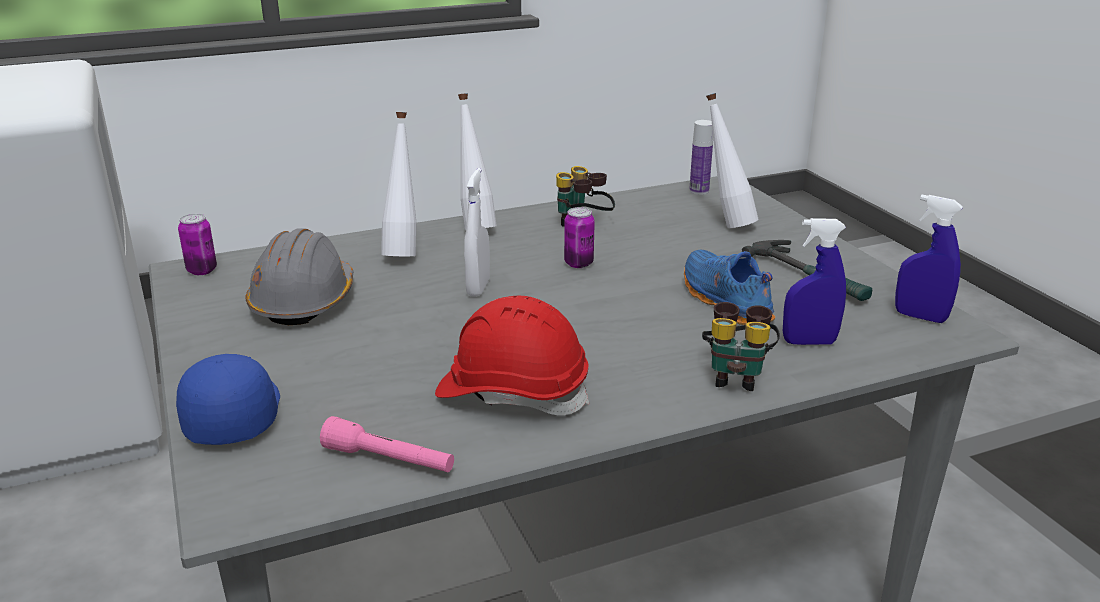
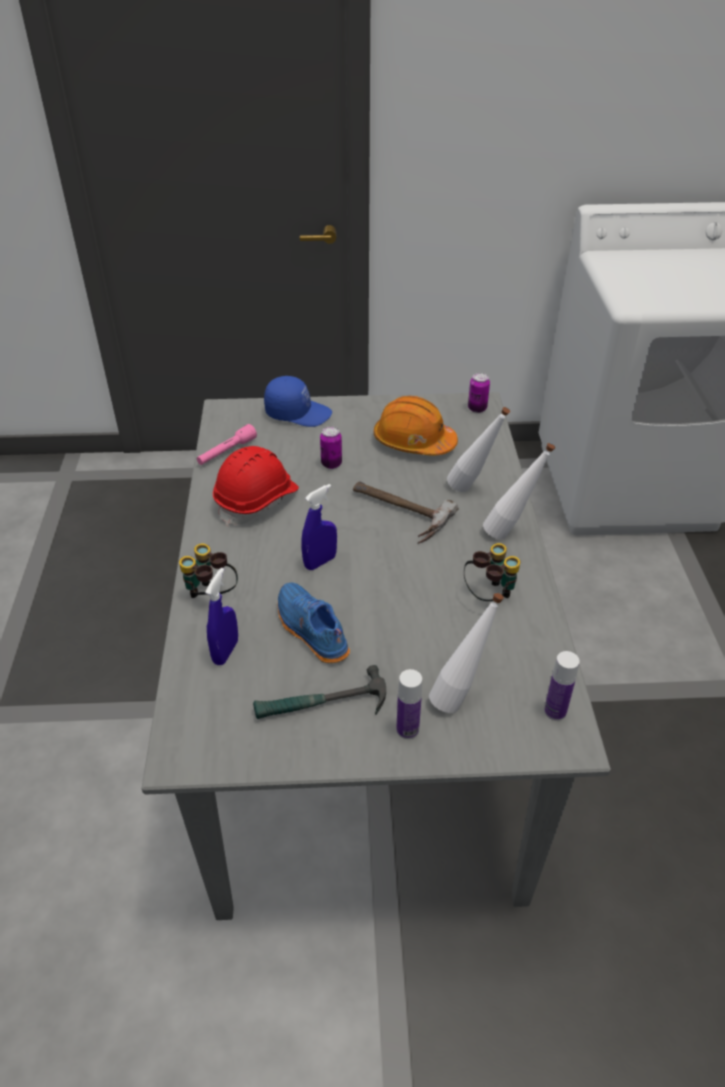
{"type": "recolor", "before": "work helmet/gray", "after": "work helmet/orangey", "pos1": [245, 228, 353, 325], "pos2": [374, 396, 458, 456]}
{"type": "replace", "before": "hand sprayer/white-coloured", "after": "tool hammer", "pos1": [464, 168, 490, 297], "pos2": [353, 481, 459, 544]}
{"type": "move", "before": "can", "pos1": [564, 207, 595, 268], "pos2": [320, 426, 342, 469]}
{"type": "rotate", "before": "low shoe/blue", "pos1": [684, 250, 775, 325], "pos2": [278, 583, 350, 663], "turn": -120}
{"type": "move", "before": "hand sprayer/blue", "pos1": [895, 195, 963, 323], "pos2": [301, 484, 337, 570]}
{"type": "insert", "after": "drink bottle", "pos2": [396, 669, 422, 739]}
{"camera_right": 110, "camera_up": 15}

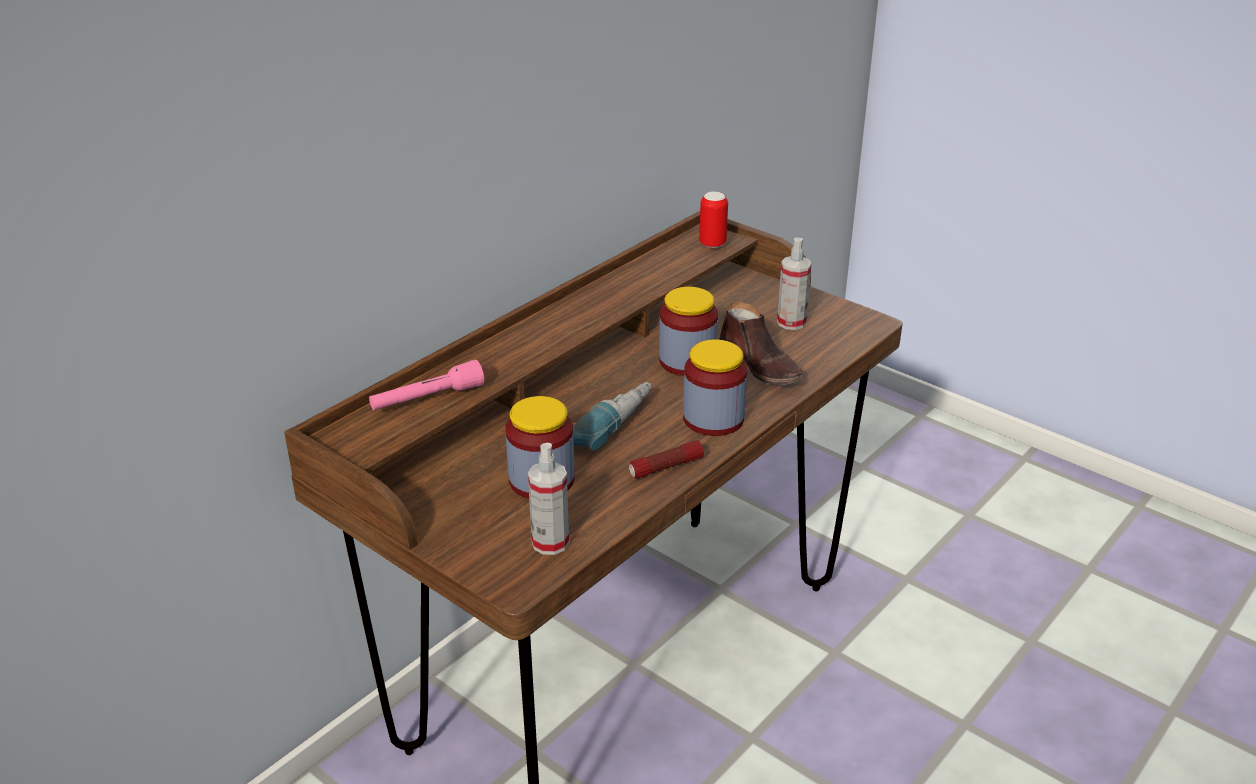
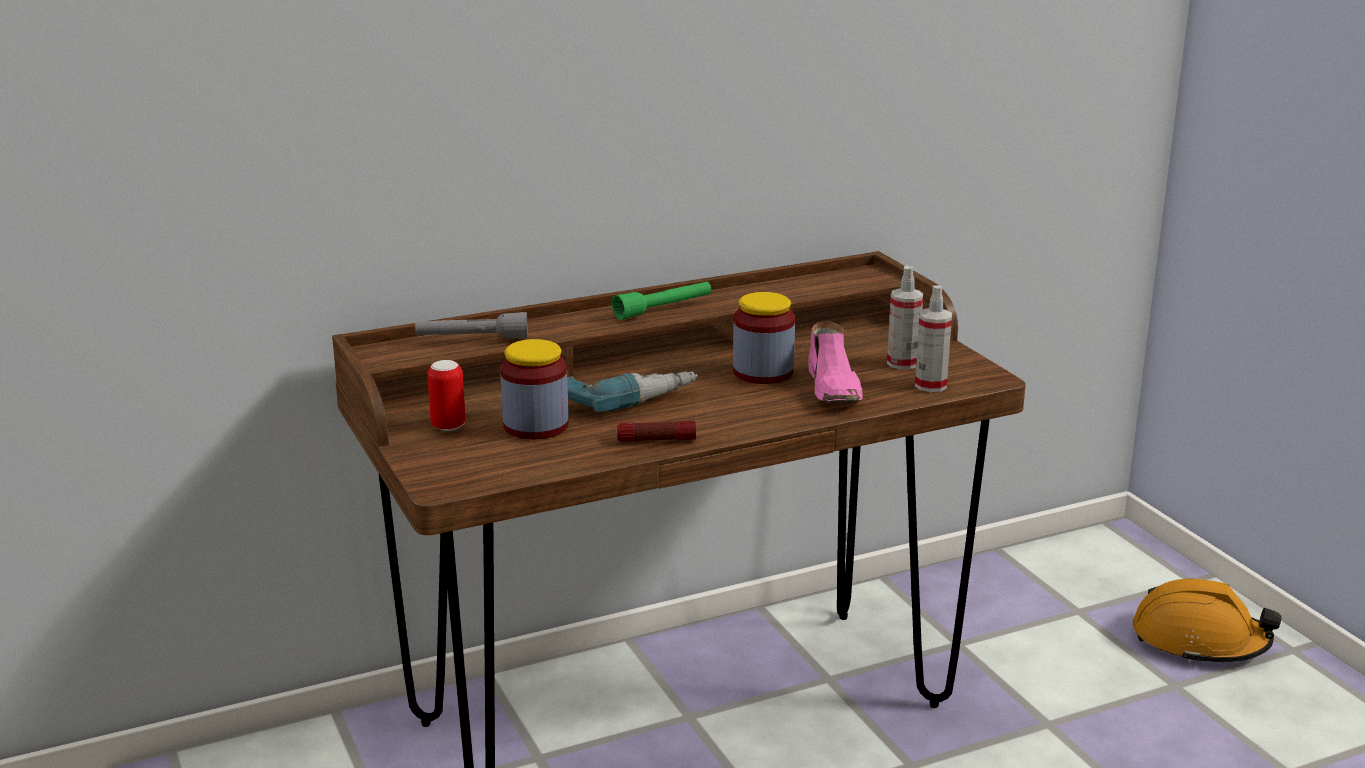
{"type": "recolor", "before": "torch/pinkish", "after": "torch/gray", "pos1": [369, 360, 484, 410], "pos2": [415, 312, 528, 338]}
{"type": "move", "before": "hand sprayer", "pos1": [528, 443, 569, 555], "pos2": [915, 286, 952, 392]}
{"type": "delete", "before": "storage jar", "pos1": [683, 340, 747, 436]}
{"type": "move", "before": "can", "pos1": [699, 191, 728, 248], "pos2": [427, 360, 466, 431]}
{"type": "recolor", "before": "low shoe/brown-coloured", "after": "low shoe/pinkish", "pos1": [719, 302, 804, 385], "pos2": [809, 321, 863, 403]}
{"type": "insert", "after": "torch/greenish", "pos2": [612, 282, 711, 320]}
{"type": "insert", "after": "work helmet/orangey", "pos2": [1133, 579, 1282, 664]}
{"camera_right": 25, "camera_up": -10}

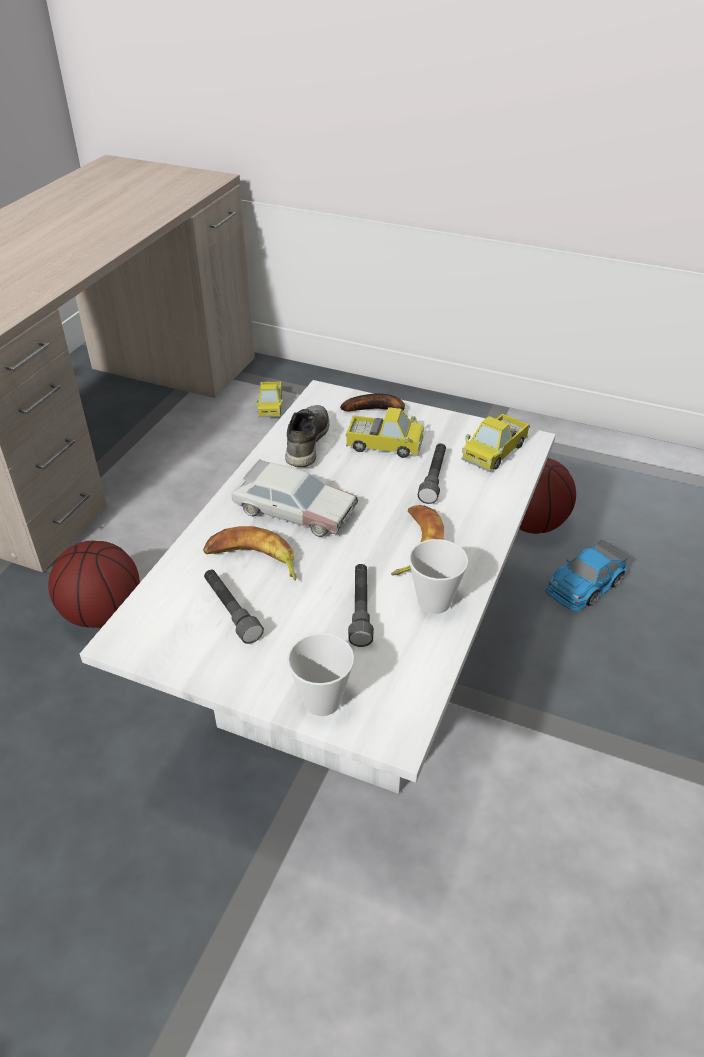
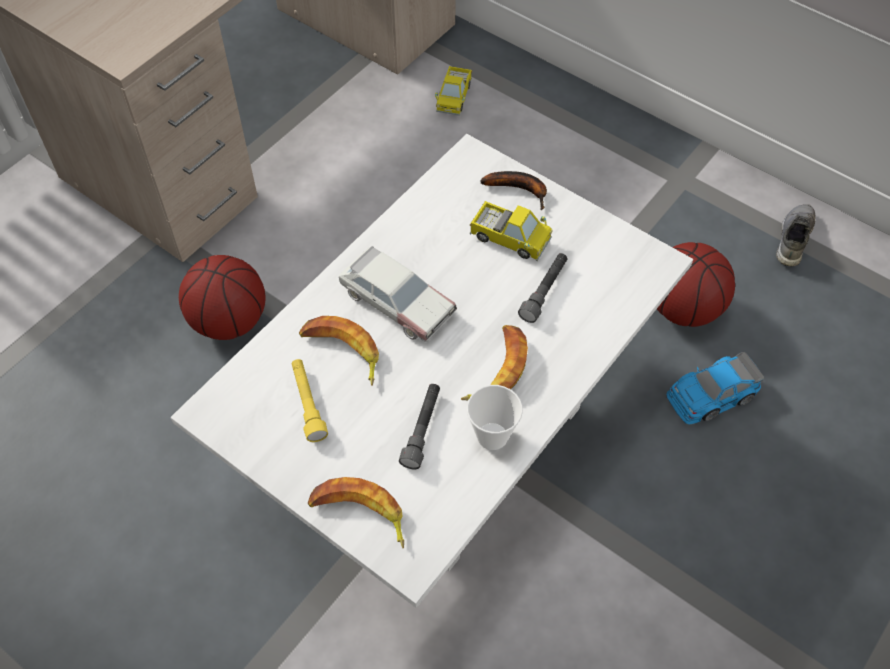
{"type": "recolor", "before": "torch/gray", "after": "torch/yellow-coloured", "pos1": [204, 570, 264, 644], "pos2": [292, 359, 328, 442]}
{"type": "move", "before": "low shoe/gray", "pos1": [285, 405, 329, 467], "pos2": [776, 204, 816, 266]}
{"type": "replace", "before": "drinking cup", "after": "banana", "pos1": [287, 633, 354, 716], "pos2": [307, 477, 404, 548]}
{"type": "delete", "before": "toy truck", "pos1": [461, 414, 530, 472]}
{"camera_right": 15, "camera_up": 15}

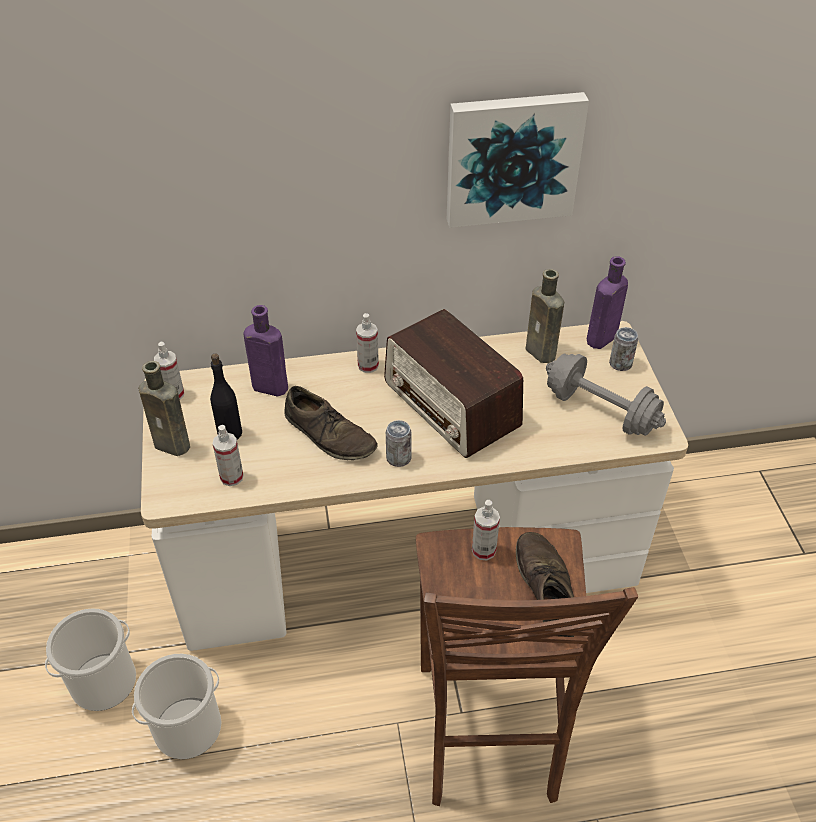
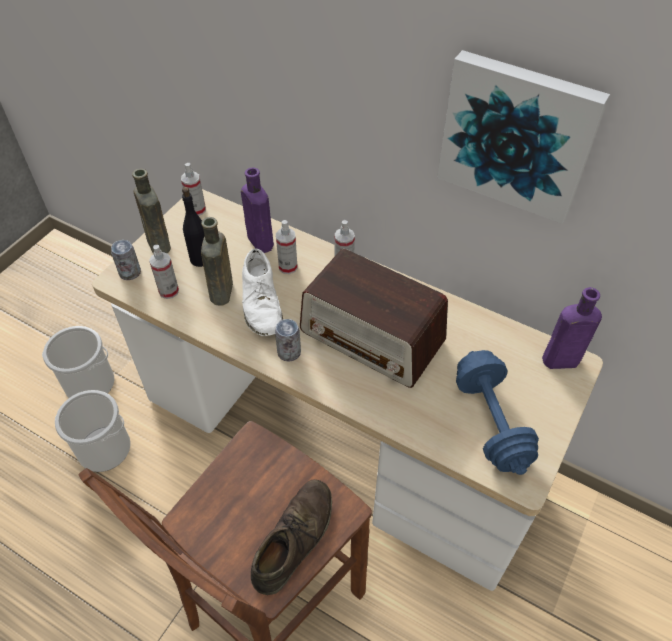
{"type": "recolor", "before": "low shoe/brown-coloured", "after": "low shoe/white-coloured", "pos1": [284, 386, 378, 460], "pos2": [242, 248, 283, 336]}
{"type": "rotate", "before": "radio set", "pos1": [384, 309, 523, 458], "pos2": [300, 248, 448, 388], "turn": -60}
{"type": "move", "before": "hand sprayer", "pos1": [472, 500, 500, 560], "pos2": [276, 220, 298, 274]}
{"type": "move", "before": "drink bottle/brown-coloured", "pos1": [526, 269, 564, 363], "pos2": [201, 217, 233, 306]}
{"type": "recolor", "before": "hand weight/gray", "after": "hand weight/blue", "pos1": [546, 354, 666, 436], "pos2": [456, 350, 539, 475]}
{"type": "move", "before": "can", "pos1": [609, 327, 638, 371], "pos2": [111, 240, 141, 280]}
{"camera_right": 40, "camera_up": 5}

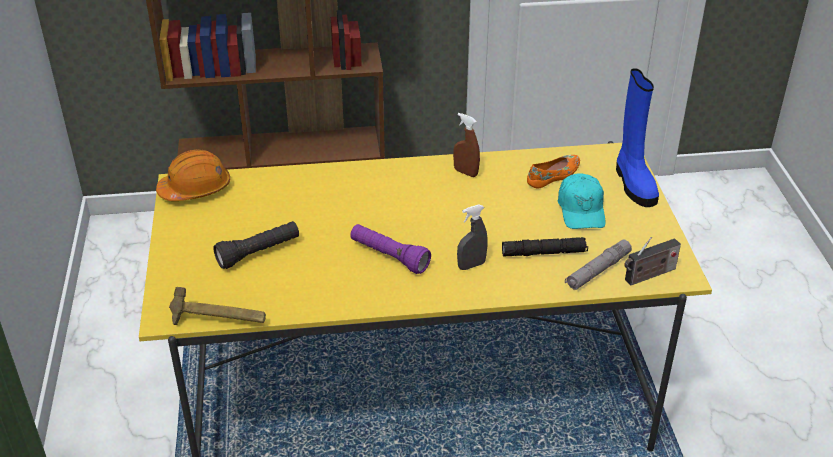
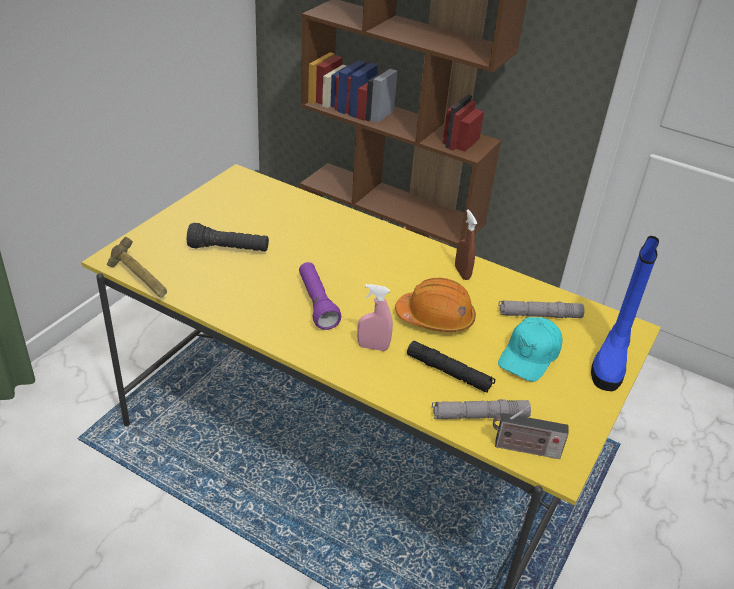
{"type": "move", "before": "work helmet/orangey", "pos1": [156, 150, 230, 201], "pos2": [395, 278, 476, 332]}
{"type": "recolor", "before": "hand sprayer/gray", "after": "hand sprayer/pinkish", "pos1": [457, 204, 488, 270], "pos2": [357, 284, 393, 351]}
{"type": "replace", "before": "low shoe/orangey", "after": "torch/gray", "pos1": [527, 155, 580, 189], "pos2": [498, 300, 585, 318]}
{"camera_right": 35, "camera_up": 0}

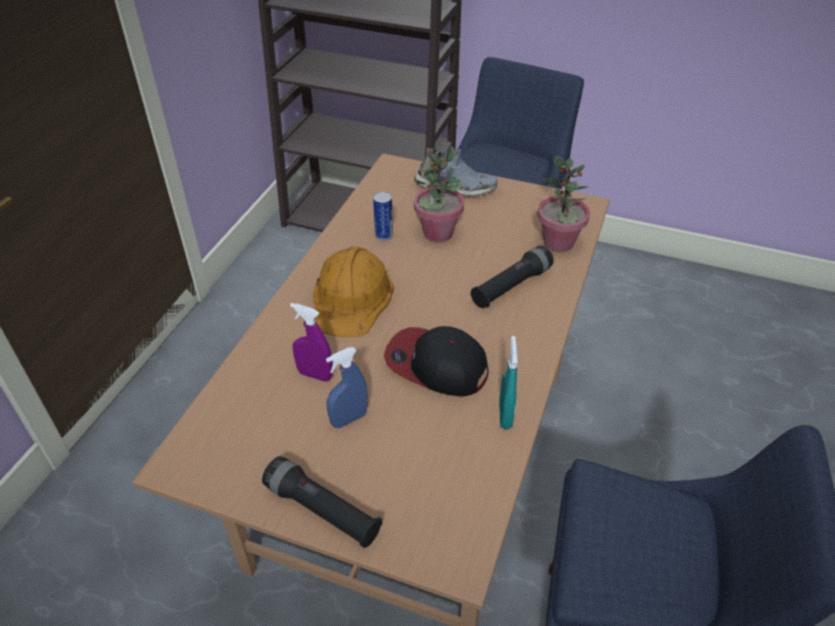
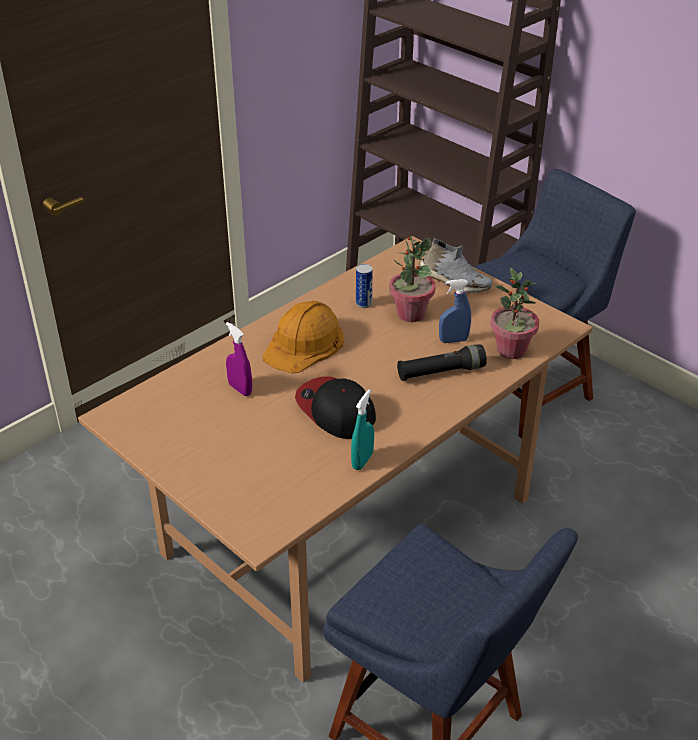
{"type": "delete", "before": "torch/black-coloured", "pos1": [262, 456, 382, 548]}
{"type": "move", "before": "hand sprayer/blue", "pos1": [326, 347, 368, 428], "pos2": [439, 279, 471, 343]}
{"camera_right": 25, "camera_up": -5}

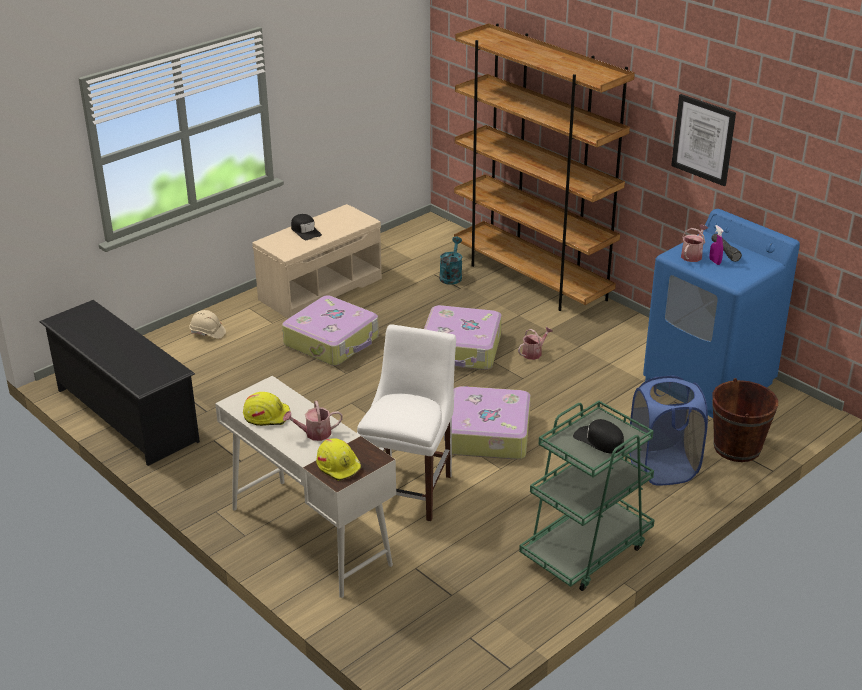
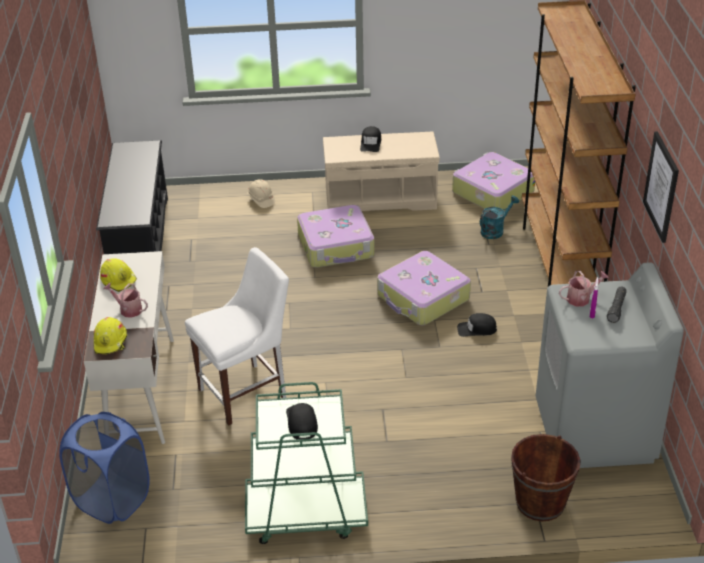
{"type": "move", "before": "piece of luggage", "pos1": [444, 386, 531, 459], "pos2": [452, 152, 535, 209]}
{"type": "replace", "before": "watering can", "after": "peaked cap/black-coloured", "pos1": [518, 327, 553, 360], "pos2": [457, 313, 497, 337]}
{"type": "move", "before": "washing basket/blue", "pos1": [629, 375, 708, 486], "pos2": [59, 412, 150, 524]}
{"type": "recolor", "before": "washing machine/blue", "after": "washing machine/gray", "pos1": [643, 209, 800, 418], "pos2": [536, 262, 684, 468]}
{"camera_right": 40, "camera_up": 5}

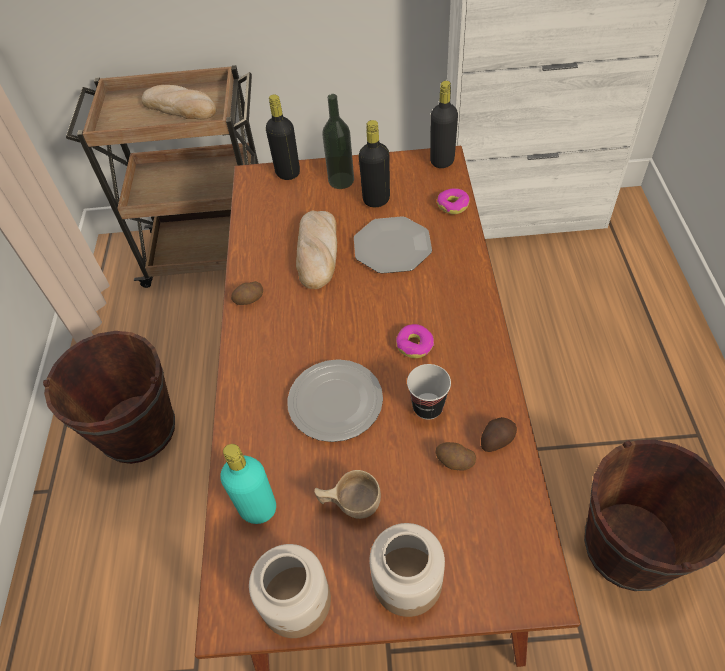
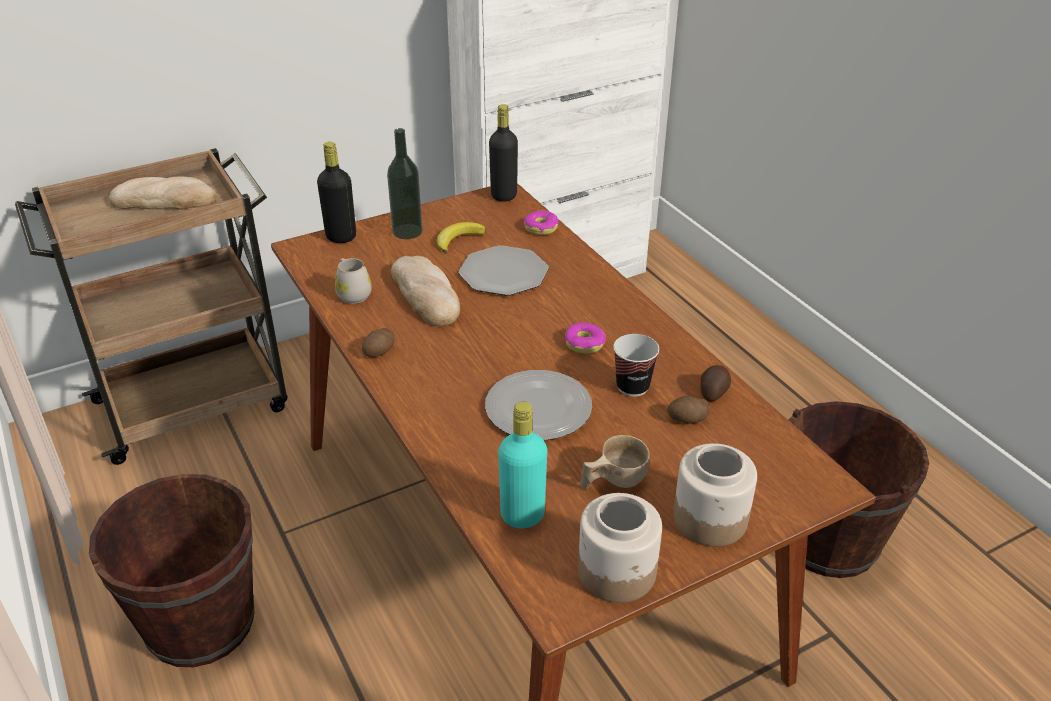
{"type": "replace", "before": "drink bottle/black-coloured", "after": "banana", "pos1": [359, 120, 390, 207], "pos2": [437, 222, 486, 253]}
{"type": "insert", "after": "mug/white-coloured", "pos2": [335, 258, 372, 304]}
{"camera_right": -30, "camera_up": -15}

